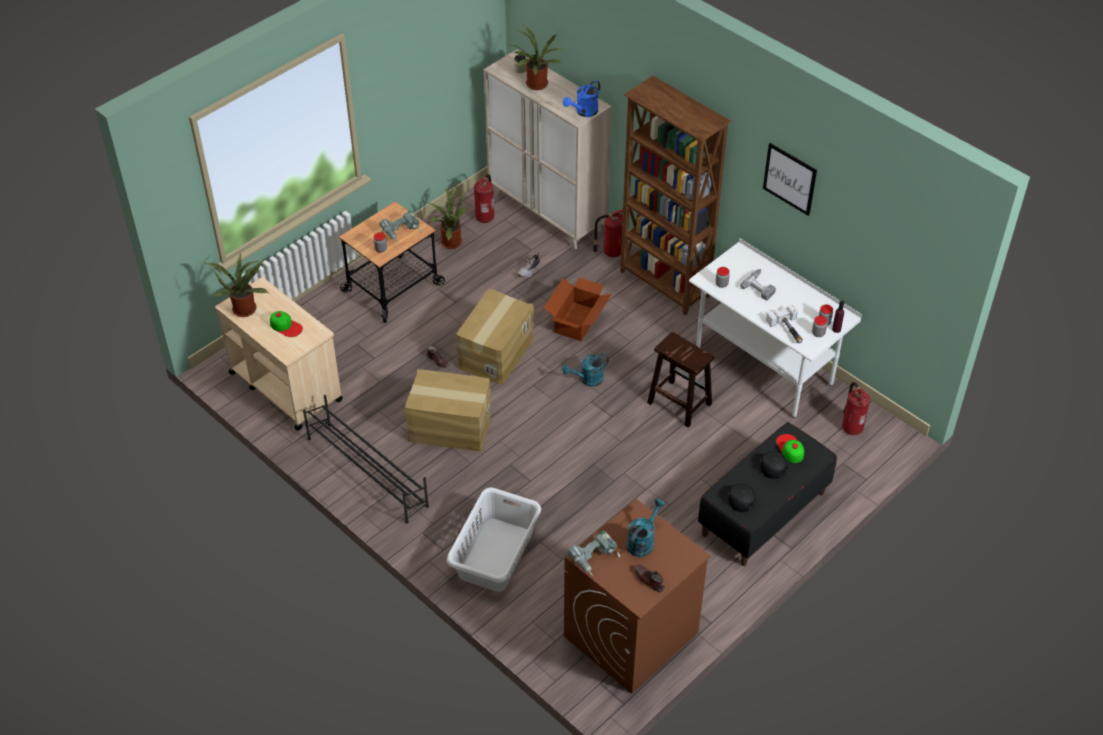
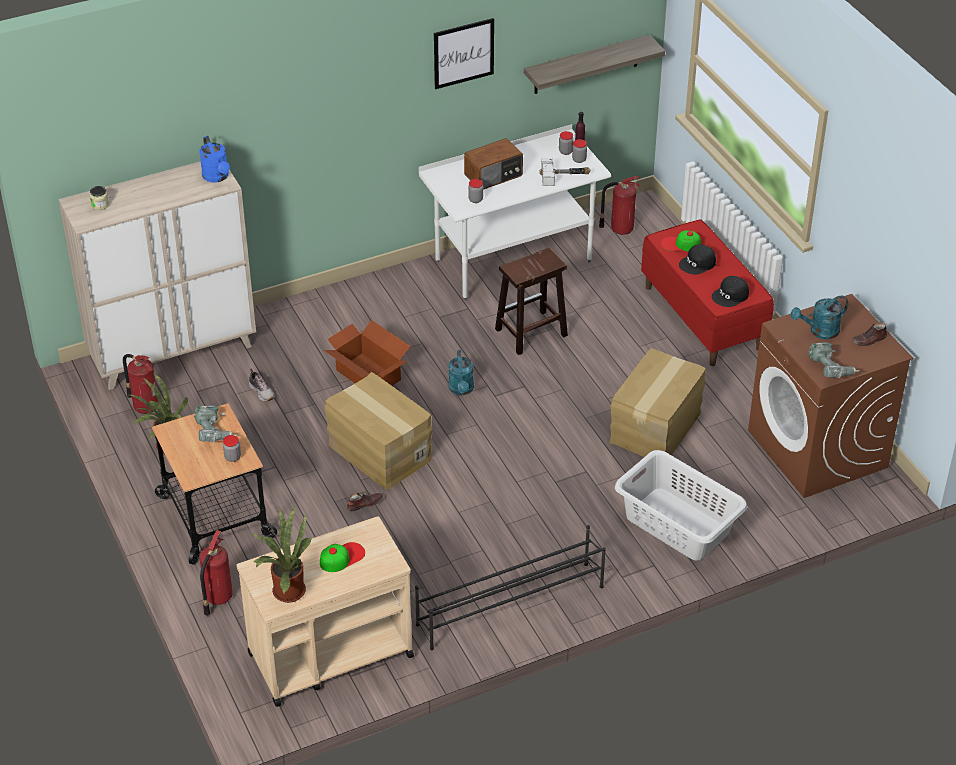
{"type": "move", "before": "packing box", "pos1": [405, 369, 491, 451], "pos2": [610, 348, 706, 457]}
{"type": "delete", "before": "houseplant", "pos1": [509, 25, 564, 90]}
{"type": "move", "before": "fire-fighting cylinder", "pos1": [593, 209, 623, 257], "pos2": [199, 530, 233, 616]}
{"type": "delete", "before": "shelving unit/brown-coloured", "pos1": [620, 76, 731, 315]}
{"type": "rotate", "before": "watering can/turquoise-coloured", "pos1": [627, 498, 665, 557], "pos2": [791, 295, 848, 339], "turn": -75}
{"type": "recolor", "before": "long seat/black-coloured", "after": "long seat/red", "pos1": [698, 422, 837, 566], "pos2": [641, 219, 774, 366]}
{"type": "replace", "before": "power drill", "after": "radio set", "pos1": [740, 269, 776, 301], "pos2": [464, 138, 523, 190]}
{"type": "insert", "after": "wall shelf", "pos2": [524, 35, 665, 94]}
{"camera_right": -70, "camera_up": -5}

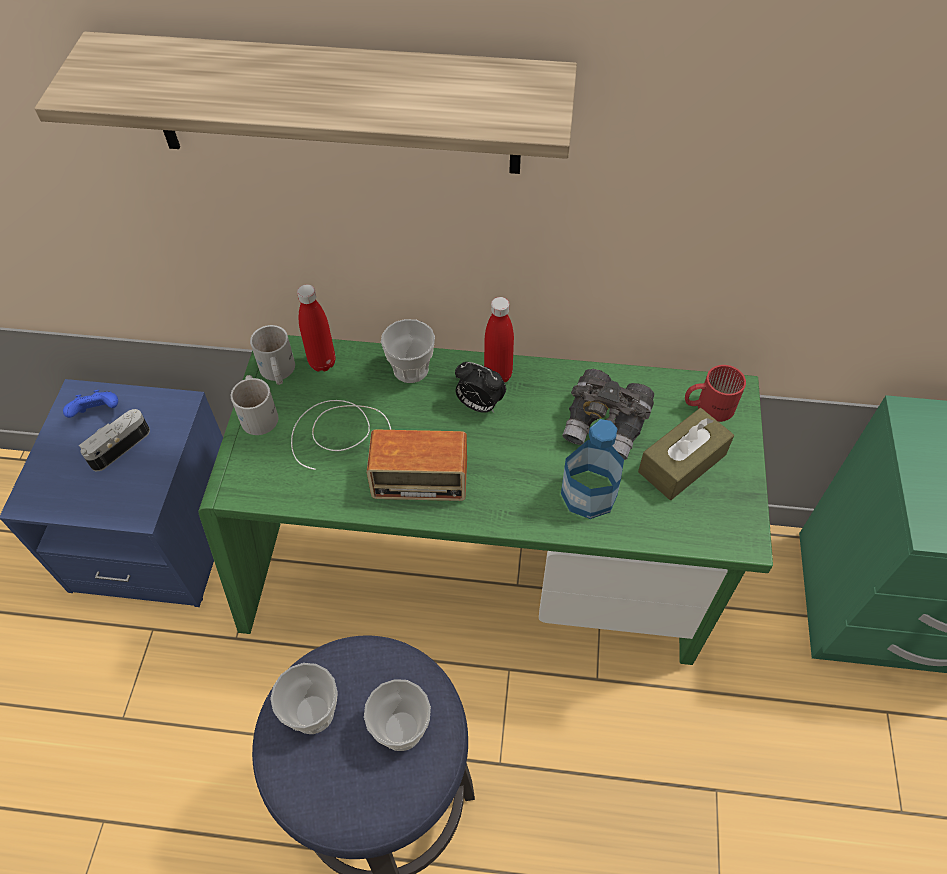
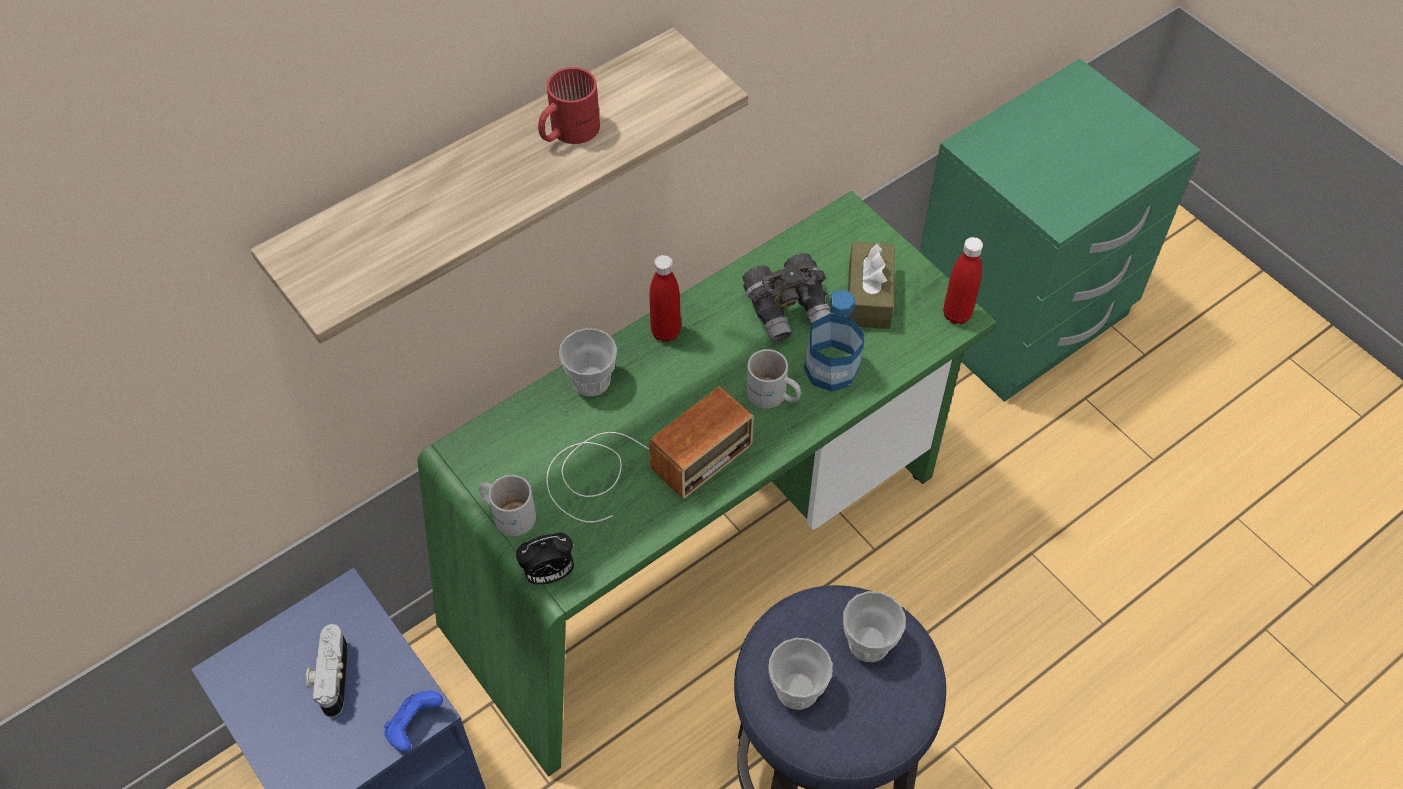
{"type": "move", "before": "gamepad/blue", "pos1": [63, 390, 118, 418], "pos2": [384, 691, 443, 752]}
{"type": "move", "before": "mug/white-coloured", "pos1": [250, 325, 295, 385], "pos2": [746, 349, 801, 409]}
{"type": "move", "before": "drink bottle/red", "pos1": [297, 284, 336, 371], "pos2": [943, 237, 983, 324]}
{"type": "move", "before": "alarm clock", "pos1": [455, 362, 506, 413], "pos2": [516, 533, 574, 585]}
{"type": "move", "before": "mug/red", "pos1": [685, 365, 746, 422], "pos2": [538, 67, 600, 144]}
{"camera_right": -45, "camera_up": 0}

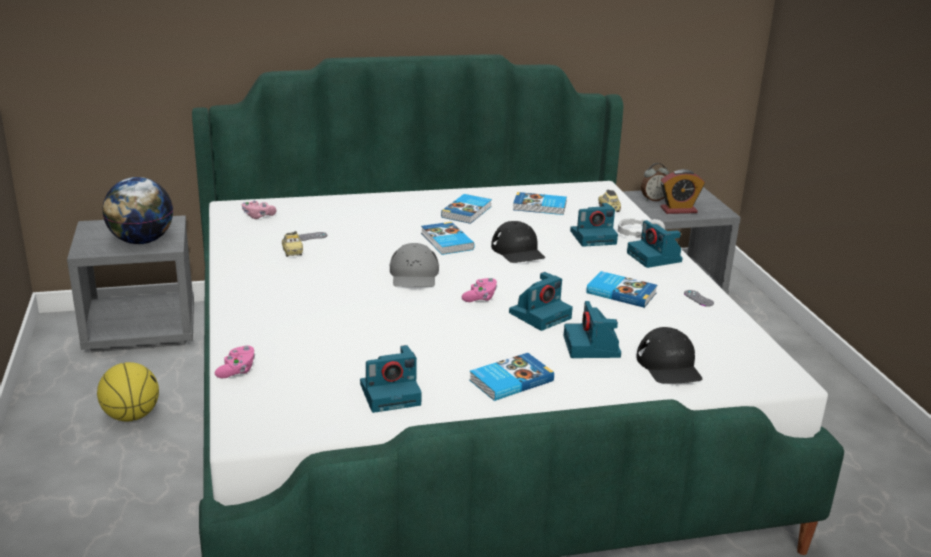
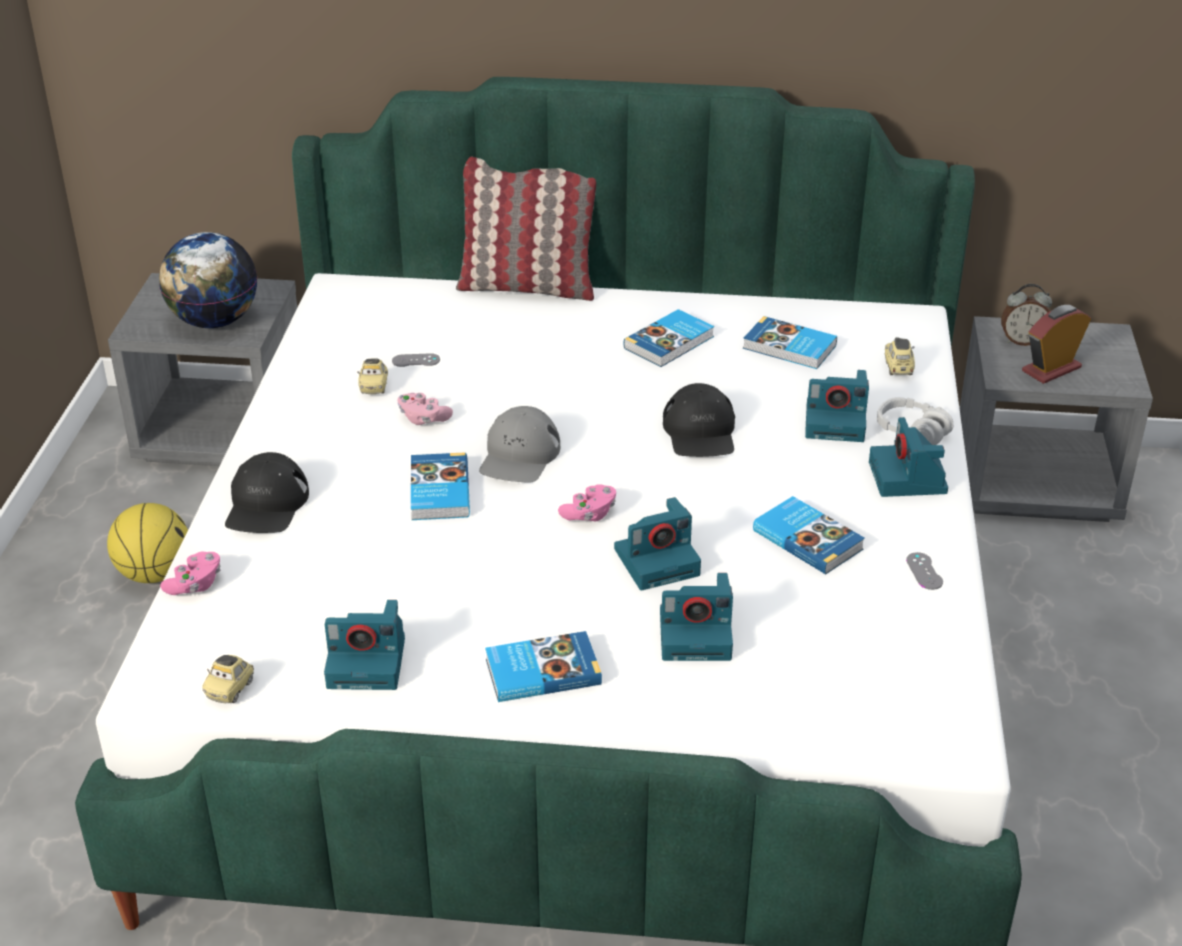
{"type": "move", "before": "gamepad/pinkish", "pos1": [242, 201, 277, 219], "pos2": [398, 393, 453, 425]}
{"type": "move", "before": "bound book", "pos1": [421, 222, 475, 255], "pos2": [411, 452, 470, 520]}
{"type": "rotate", "before": "photo camera", "pos1": [564, 301, 621, 358], "pos2": [660, 573, 733, 661], "turn": -105}
{"type": "move", "before": "peaked cap/black-coloured", "pos1": [636, 327, 702, 383], "pos2": [225, 452, 309, 533]}
{"type": "rotate", "before": "alarm clock", "pos1": [660, 169, 705, 214], "pos2": [1022, 305, 1091, 384], "turn": 135}
{"type": "insert", "after": "model car", "pos2": [202, 655, 254, 703]}
{"type": "insert", "after": "cushion", "pos2": [456, 156, 596, 301]}
{"camera_right": 20, "camera_up": 10}

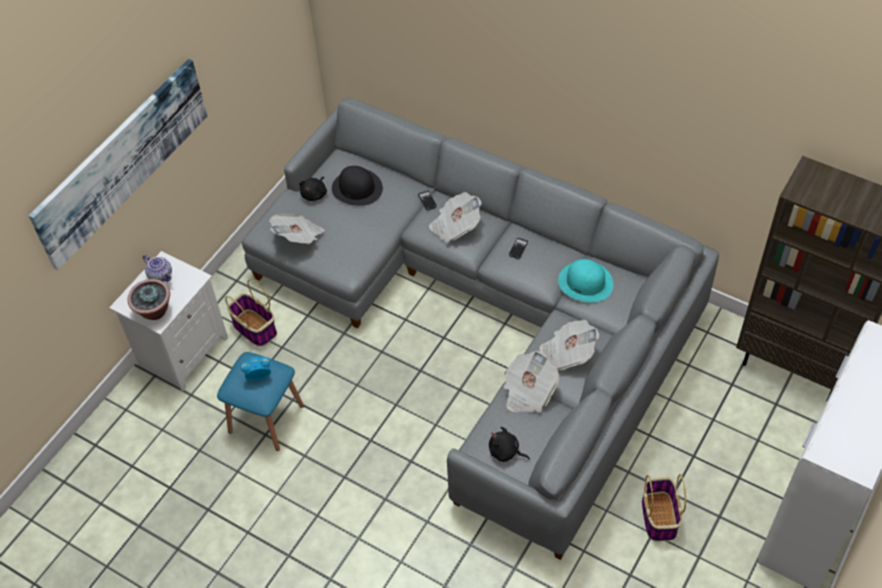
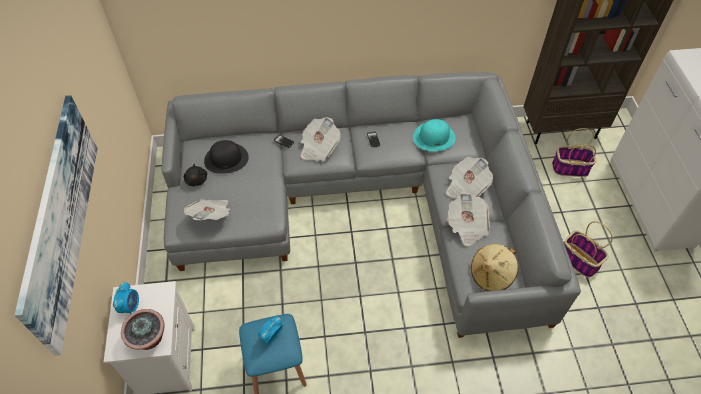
{"type": "replace", "before": "tea pot", "after": "alarm clock", "pos1": [143, 254, 172, 282], "pos2": [113, 282, 139, 315]}
{"type": "move", "before": "storage basket", "pos1": [225, 279, 277, 347], "pos2": [552, 128, 596, 177]}
{"type": "replace", "before": "cuddly toy/black-coloured", "after": "clothing hat/beige-coloured", "pos1": [489, 427, 530, 462], "pos2": [471, 244, 518, 291]}
{"camera_right": -40, "camera_up": 0}

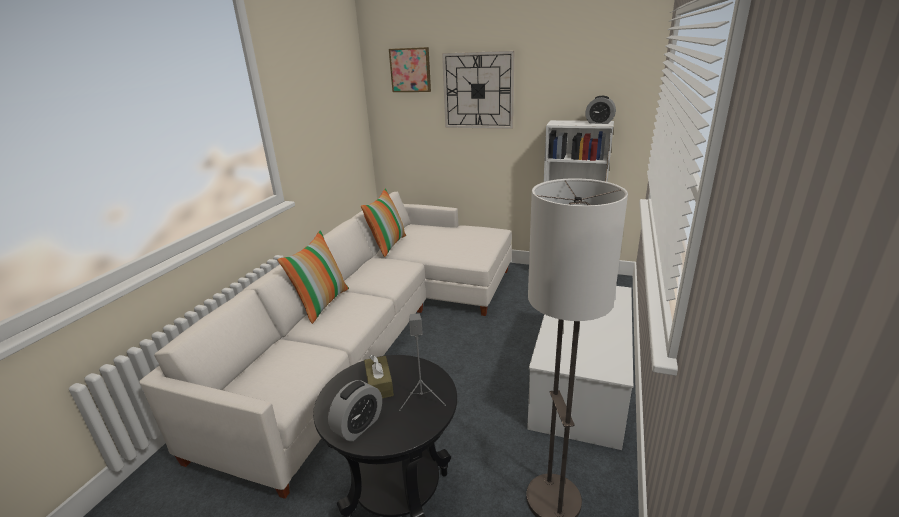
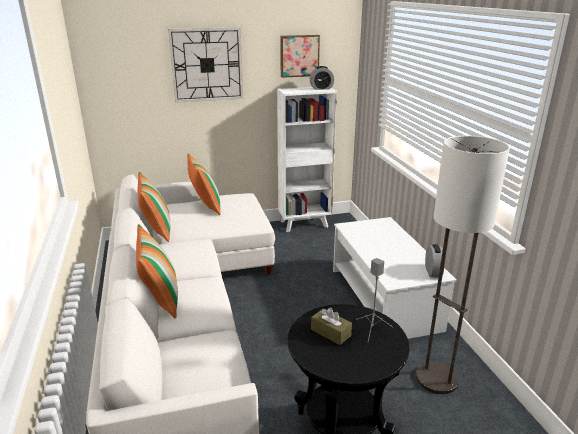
{"type": "move", "before": "alarm clock", "pos1": [328, 380, 382, 442], "pos2": [425, 244, 445, 277]}
{"type": "move", "before": "wall picture", "pos1": [389, 47, 431, 92], "pos2": [280, 35, 320, 78]}
{"type": "insert", "after": "cushion", "pos2": [187, 154, 221, 215]}
{"camera_right": -35, "camera_up": 0}

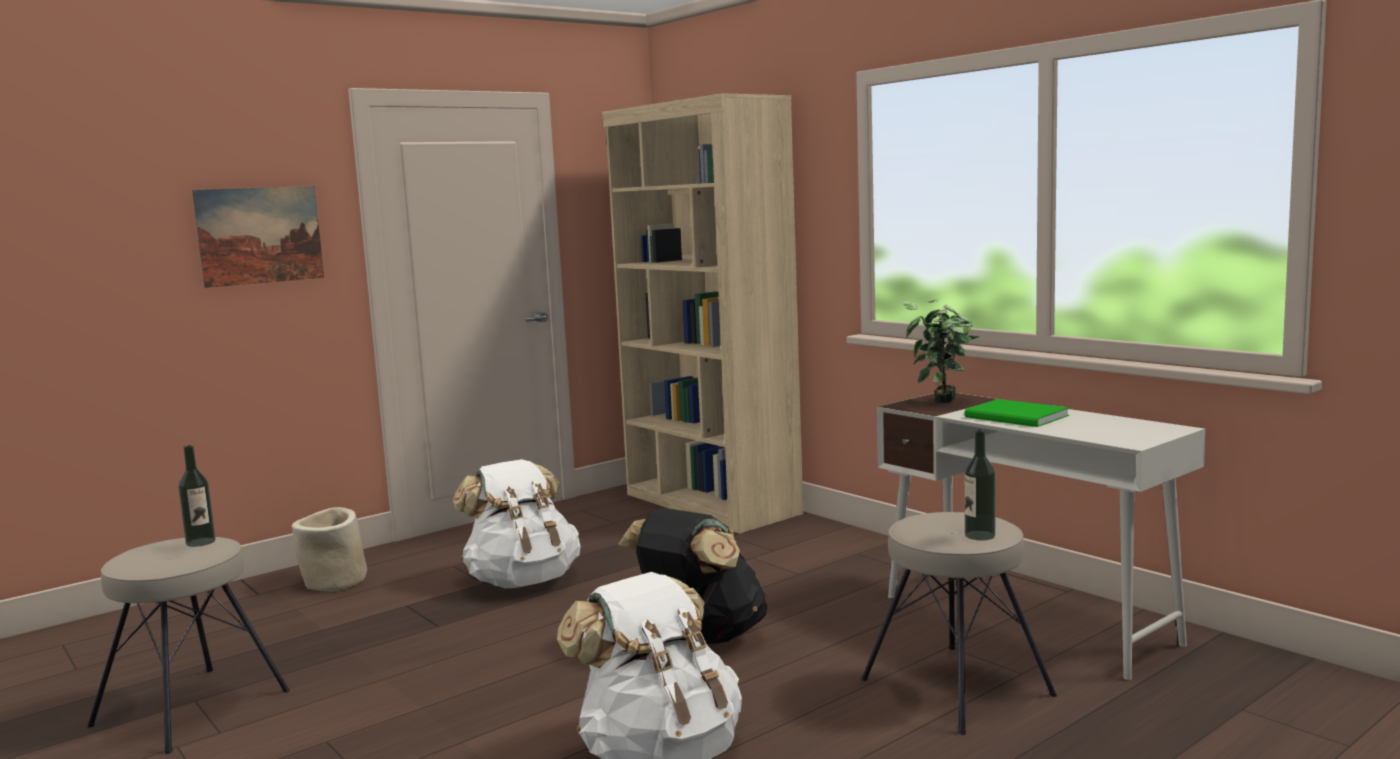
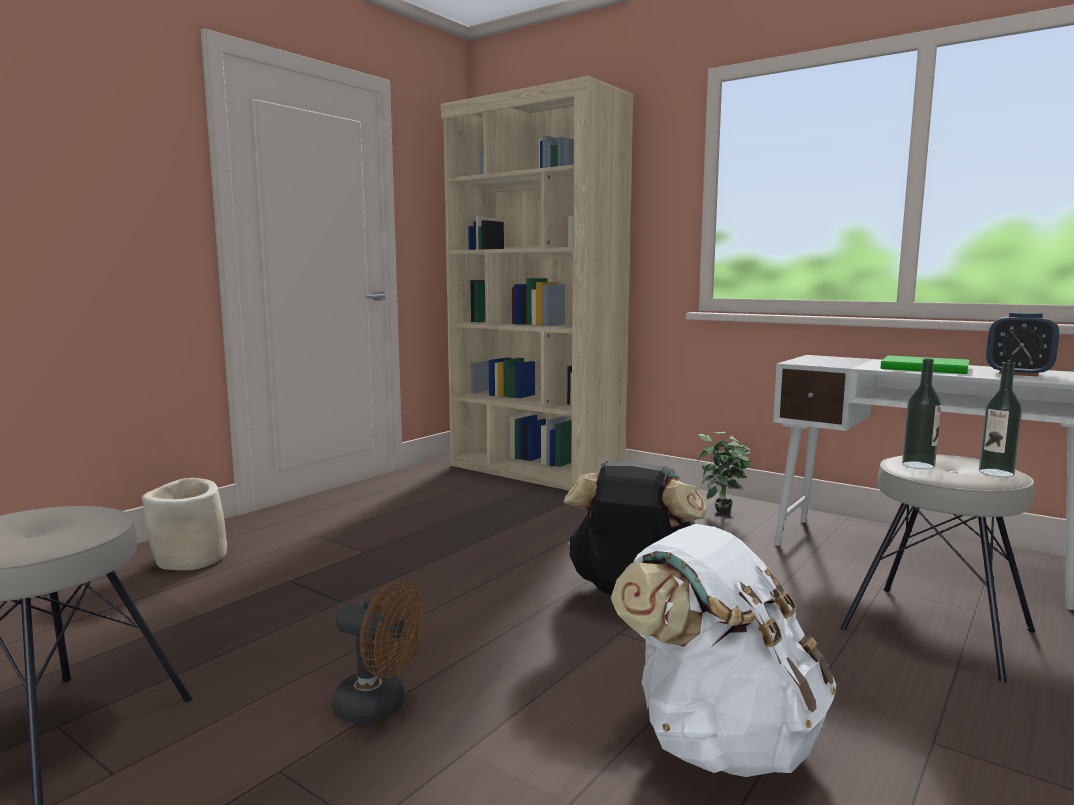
{"type": "move", "before": "drink bottle", "pos1": [178, 445, 216, 547], "pos2": [902, 358, 941, 469]}
{"type": "delete", "before": "wall picture", "pos1": [192, 186, 324, 288]}
{"type": "delete", "before": "backpack/white-coloured", "pos1": [452, 459, 580, 588]}
{"type": "move", "before": "houseplant", "pos1": [902, 299, 979, 402], "pos2": [697, 432, 751, 513]}
{"type": "insert", "after": "fan/brown-coloured", "pos2": [332, 581, 426, 724]}
{"type": "insert", "after": "alarm clock", "pos2": [986, 312, 1059, 377]}
{"camera_right": -15, "camera_up": 0}

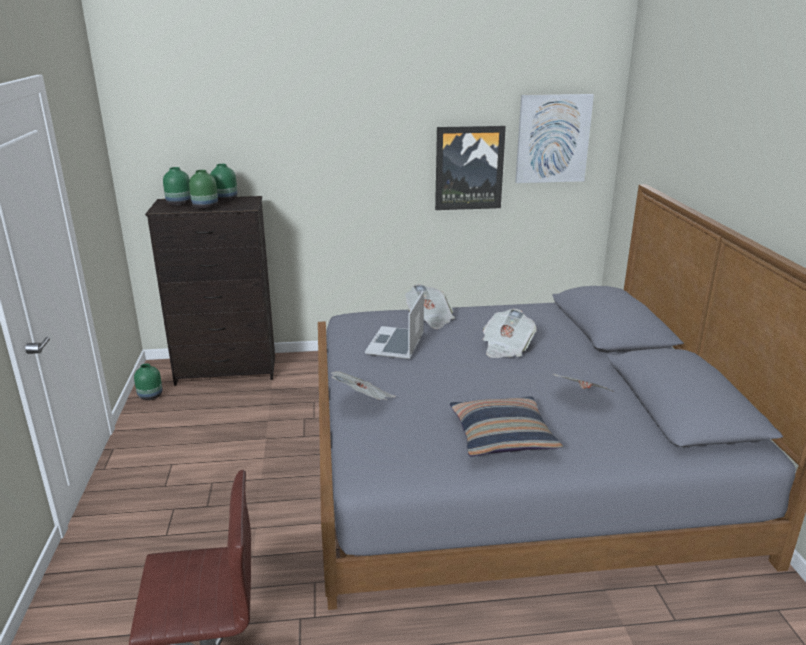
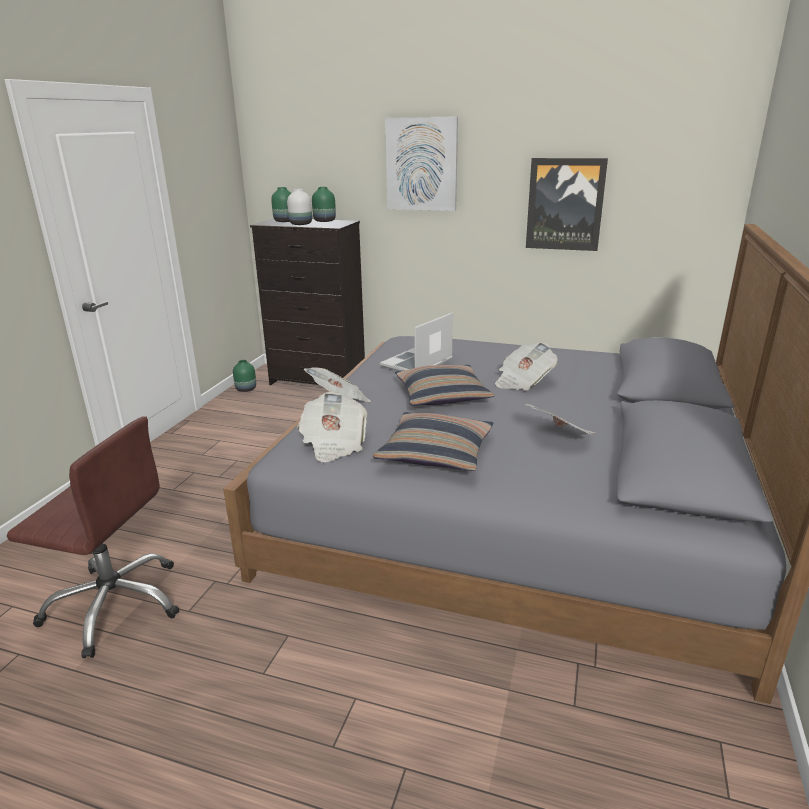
{"type": "recolor", "before": "vase/greenish", "after": "vase/white-coloured", "pos1": [189, 170, 218, 209], "pos2": [287, 189, 312, 225]}
{"type": "move", "before": "daily paper", "pos1": [405, 284, 455, 329], "pos2": [298, 392, 367, 462]}
{"type": "move", "before": "wall picture", "pos1": [515, 94, 594, 183], "pos2": [385, 117, 458, 211]}
{"type": "insert", "after": "cushion", "pos2": [395, 365, 495, 406]}
{"camera_right": 25, "camera_up": 0}

